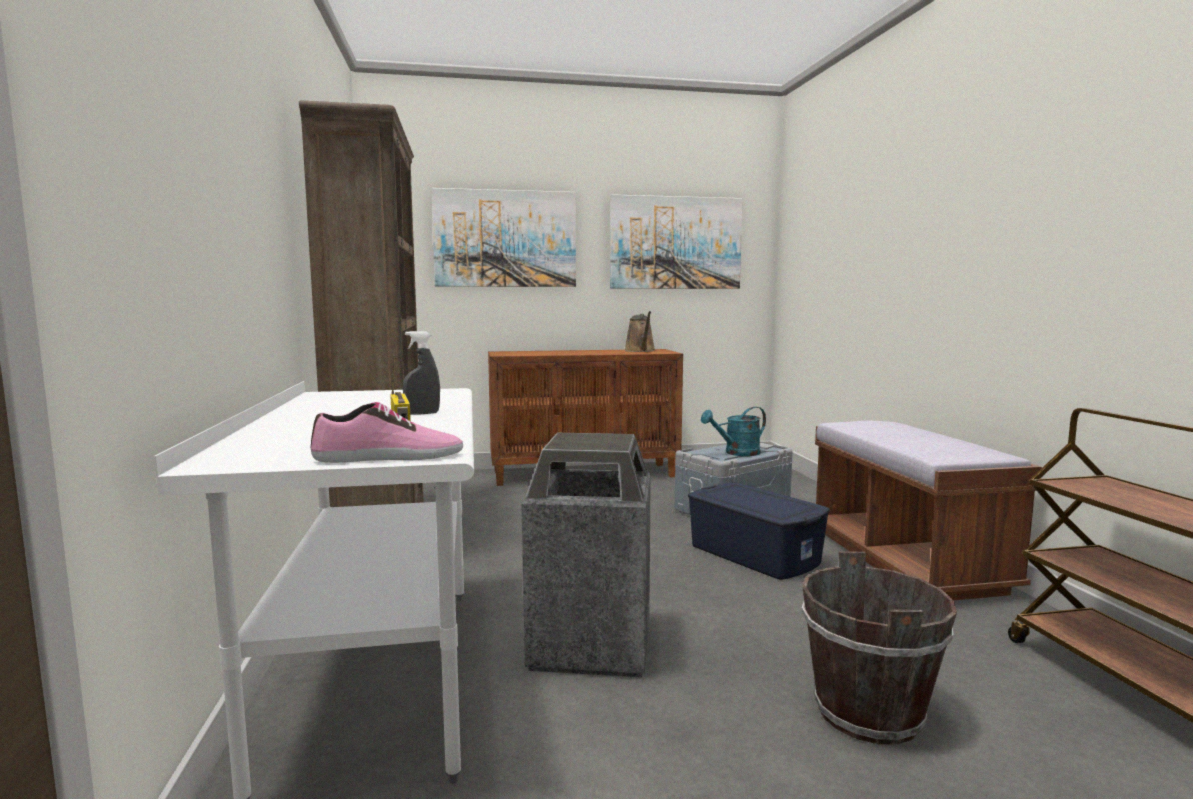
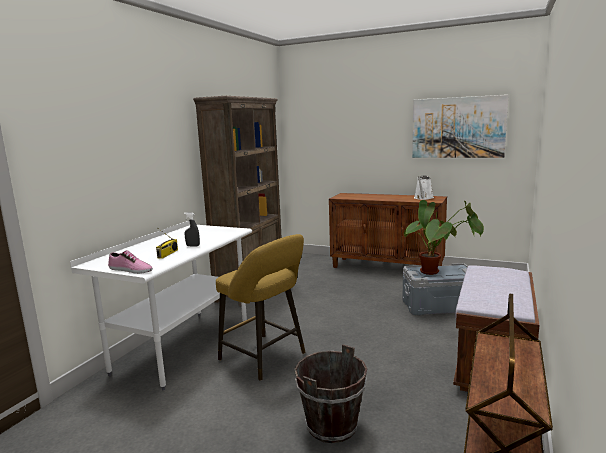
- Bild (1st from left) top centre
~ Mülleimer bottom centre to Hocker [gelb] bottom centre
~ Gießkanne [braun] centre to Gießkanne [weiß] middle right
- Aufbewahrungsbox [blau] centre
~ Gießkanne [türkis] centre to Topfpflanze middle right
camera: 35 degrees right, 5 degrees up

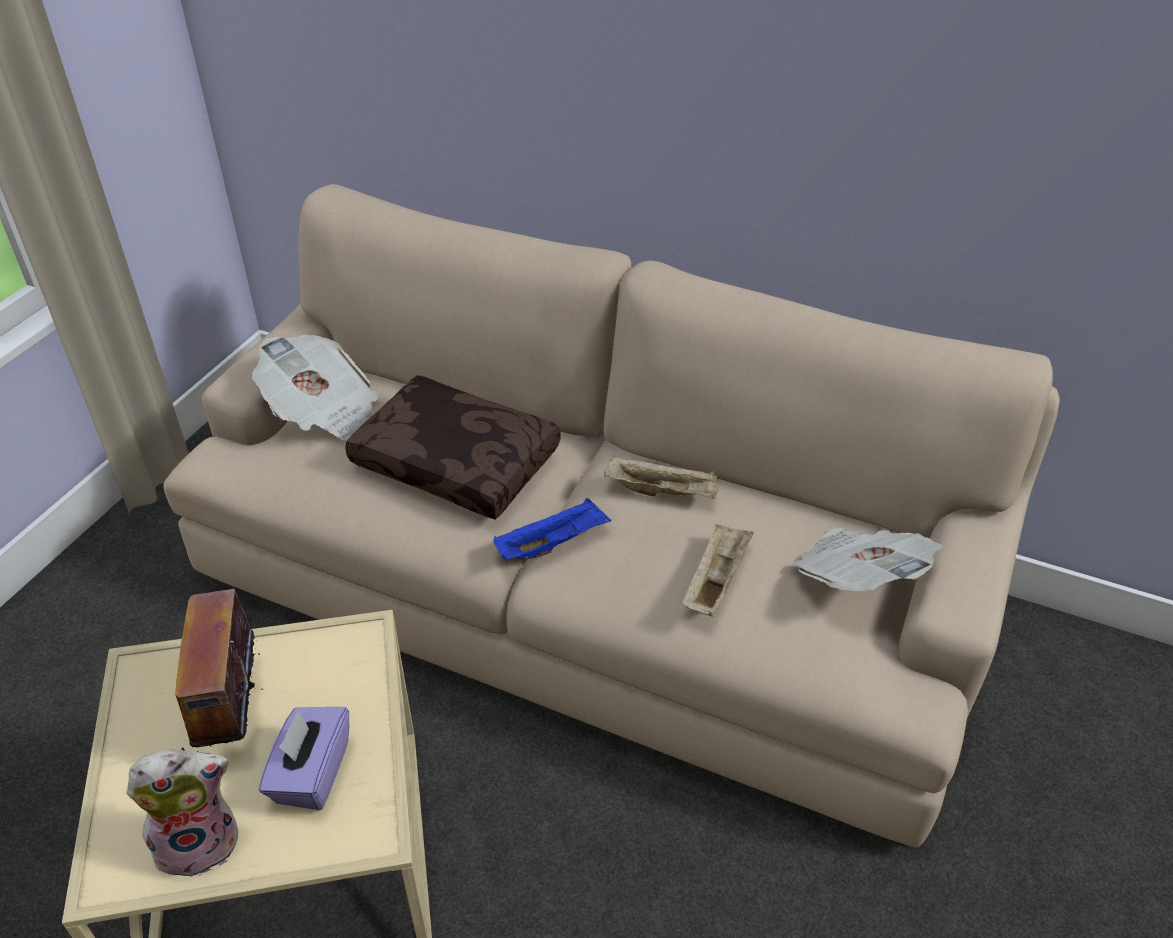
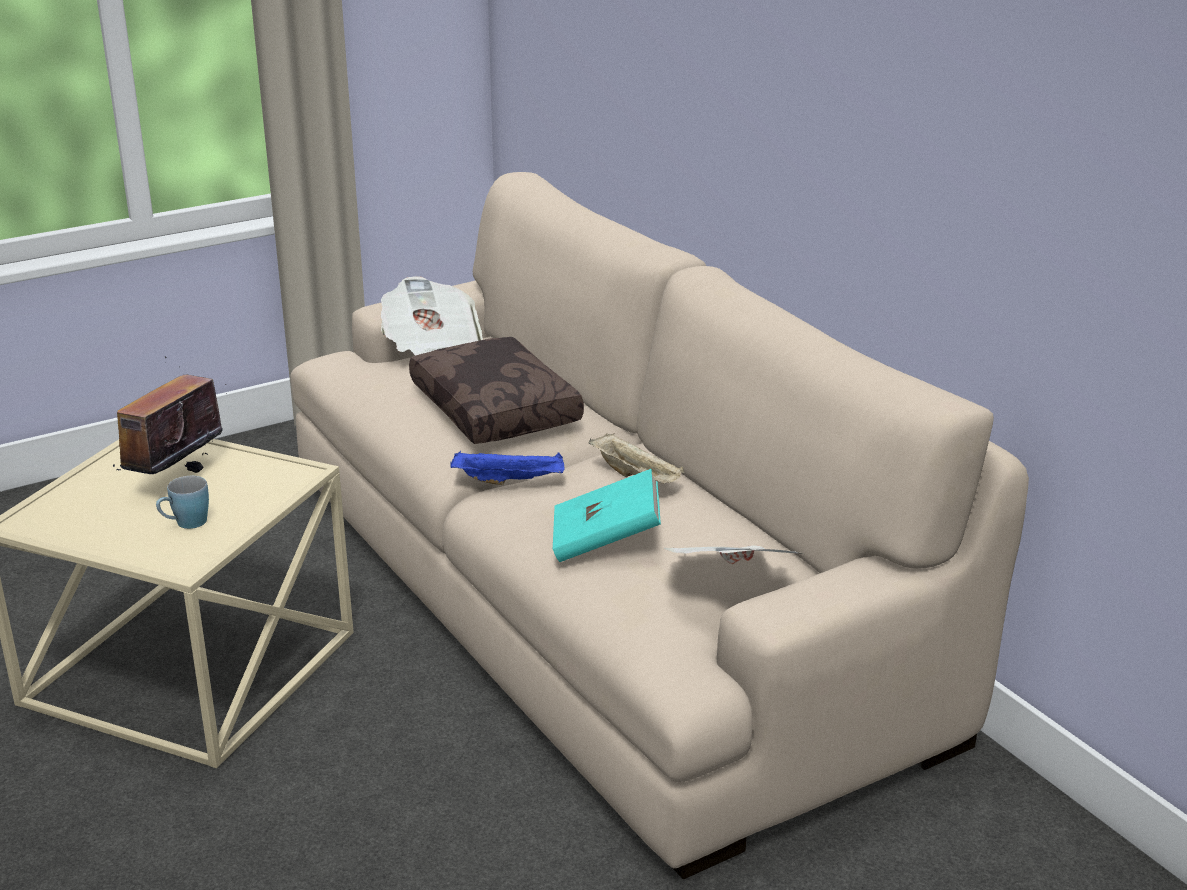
- Plüschtier bottom left
~ Taschentuchbox [lila] bottom left to Henkelbecher [blau] middle left
~ Tablett [beige] (2nd from left) centre to Buch [türkis] centre
camera: 35 degrees right, 15 degrees down

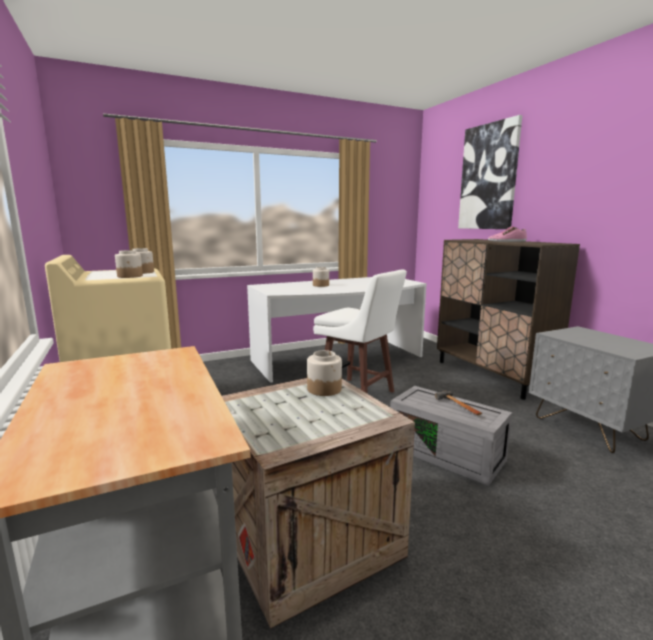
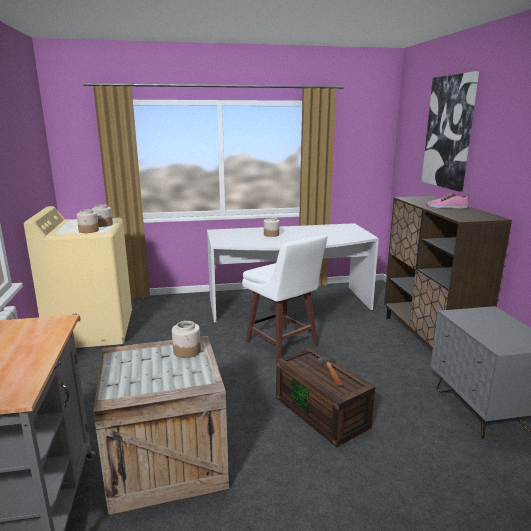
~ Aufbewahrungsbox [grau] bottom right to Aufbewahrungsbox [braun] bottom centre
camera: 15 degrees right, 5 degrees up

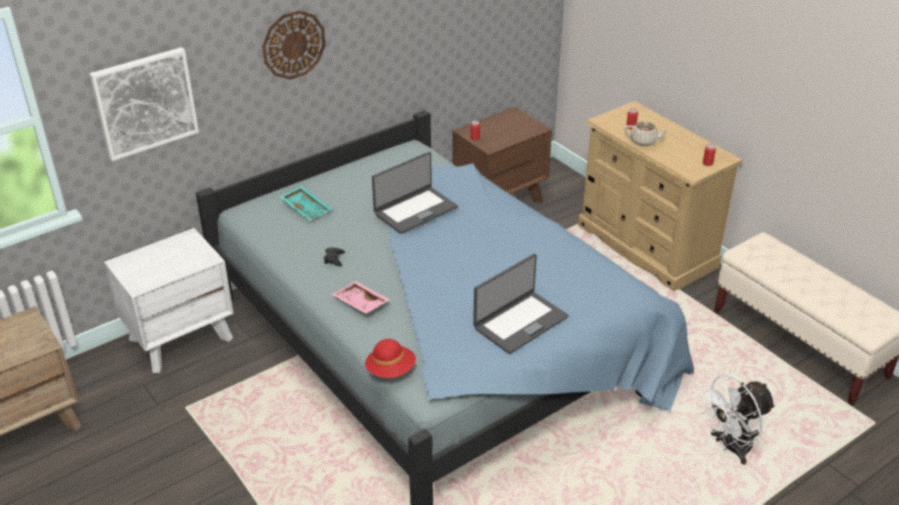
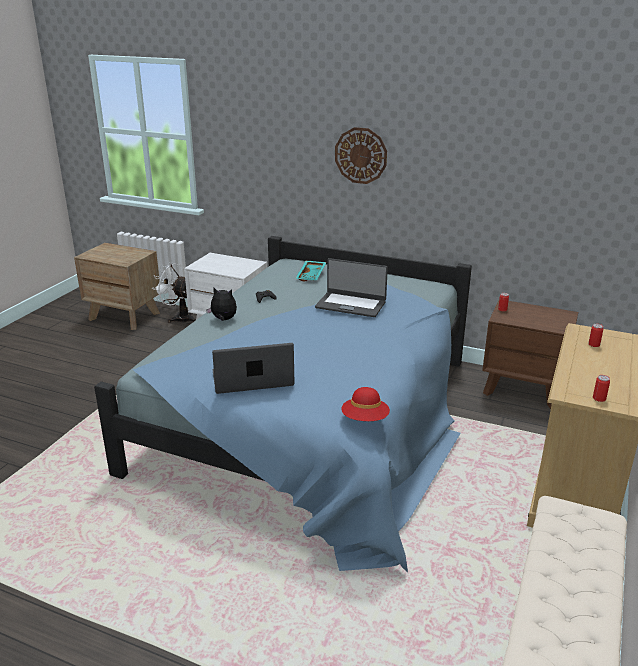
- Bild top left
~ Tablett [rosa] centre to Plüschtier centre
~ Hut [rot] bottom centre to centre
~ Laptop (2nd from left in the first image) centre = centre 150 degrees clockwise
- Teekanne [beige] top right
~ Ventilator [weiß] bottom right to middle left
camera: 60 degrees right, 10 degrees down

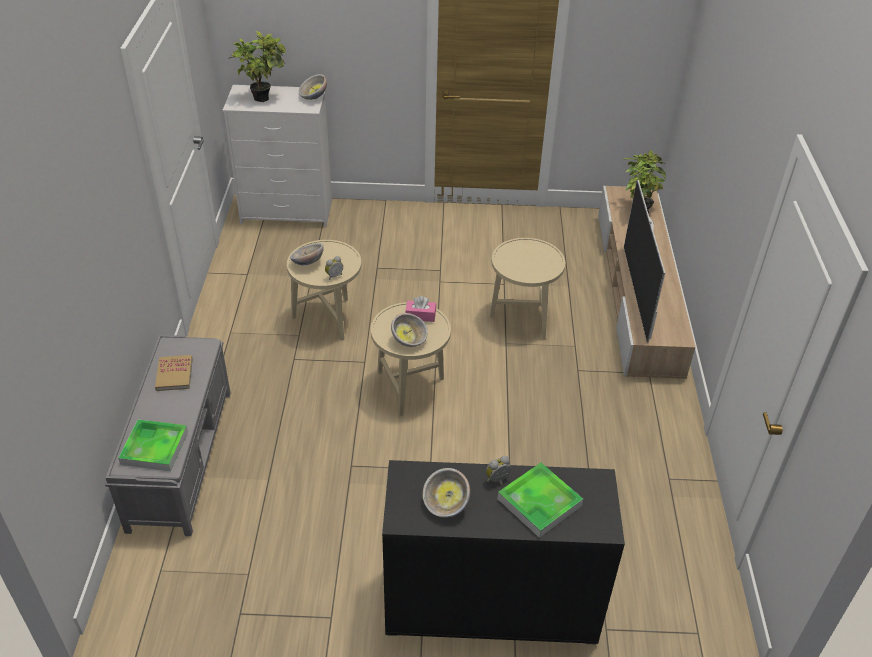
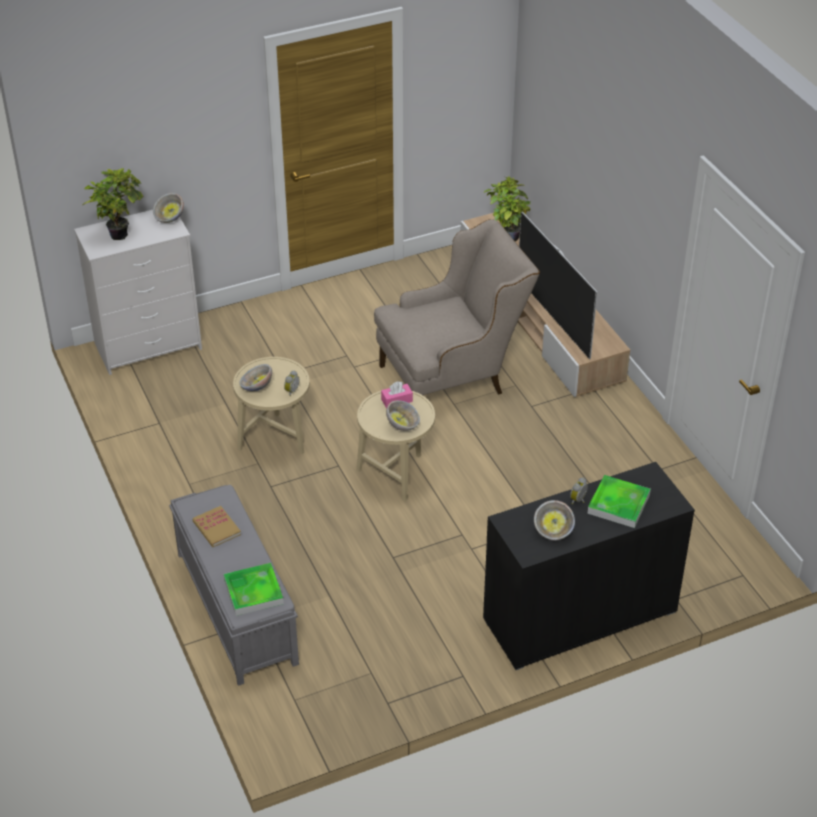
~ Beistelltisch [beige] (3rd from left) centre to Sessel [beige] centre
camera: 25 degrees left, 0 degrees up

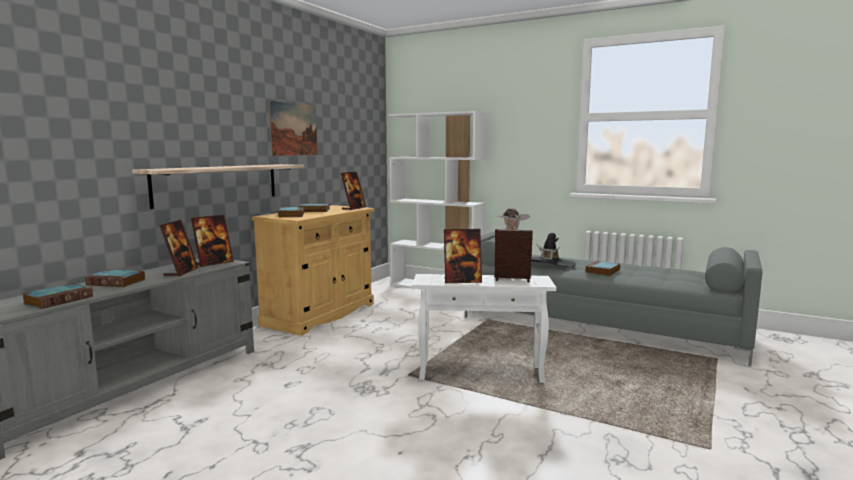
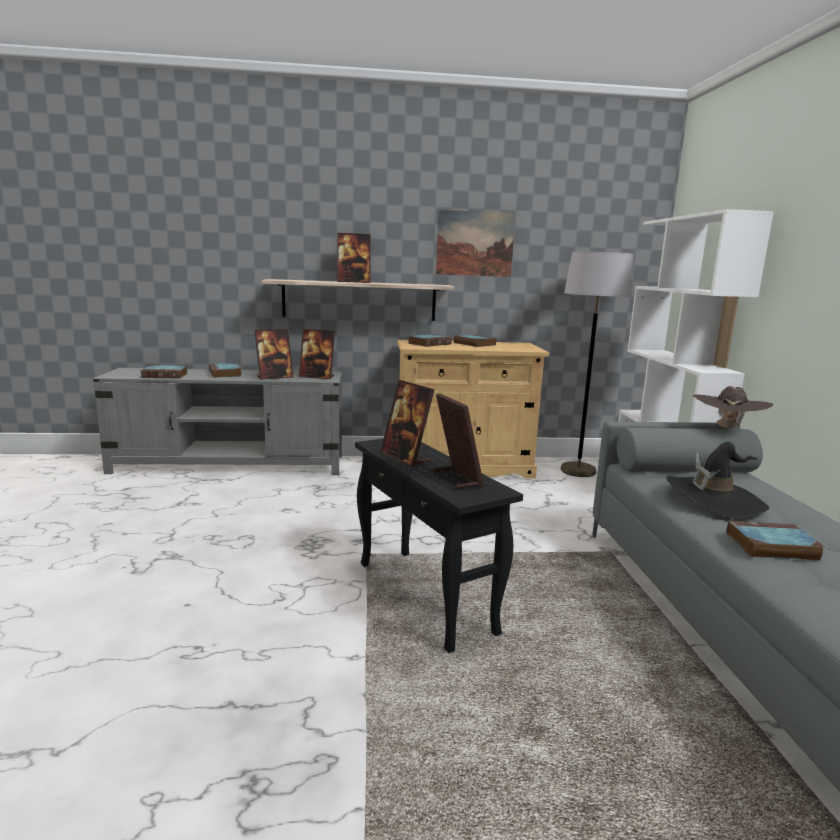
~ Bilderrahmen (3rd from left) centre to top centre
~ Beistelltisch [weiß] bottom centre to Beistelltisch [schwarz] centre
+ Stehlampe [grau] middle right
camera: 55 degrees right, 5 degrees up

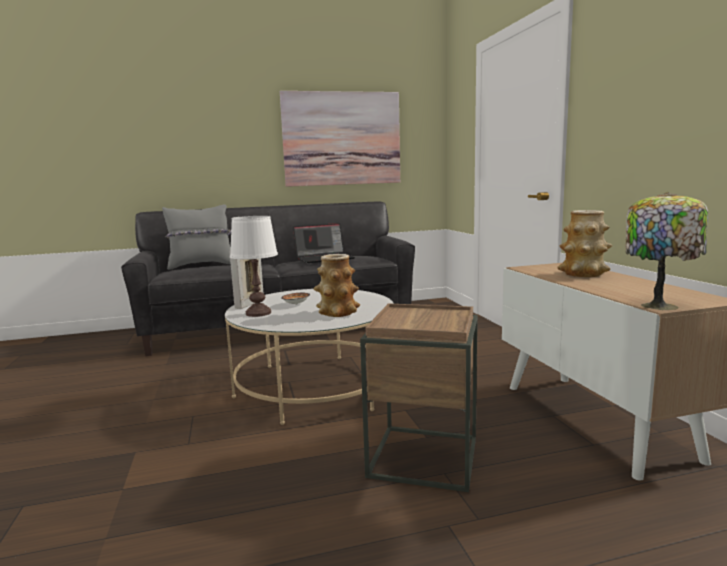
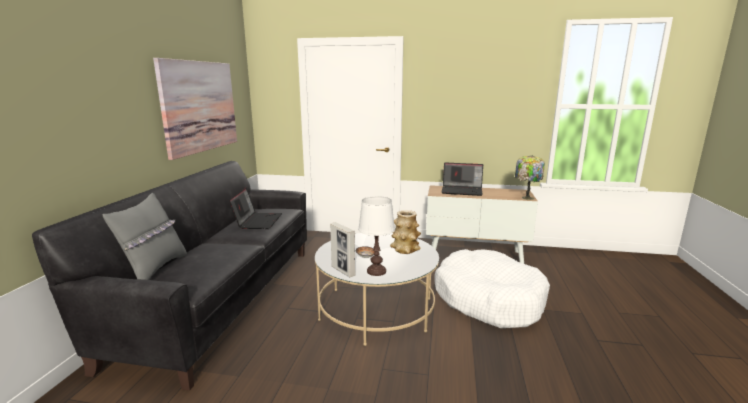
~ Beistelltisch [braun] bottom centre to Hundebett [weiß] bottom centre
~ Vase (2nd from left) middle right to Laptop (2nd from left) centre
camera: 65 degrees left, 5 degrees up

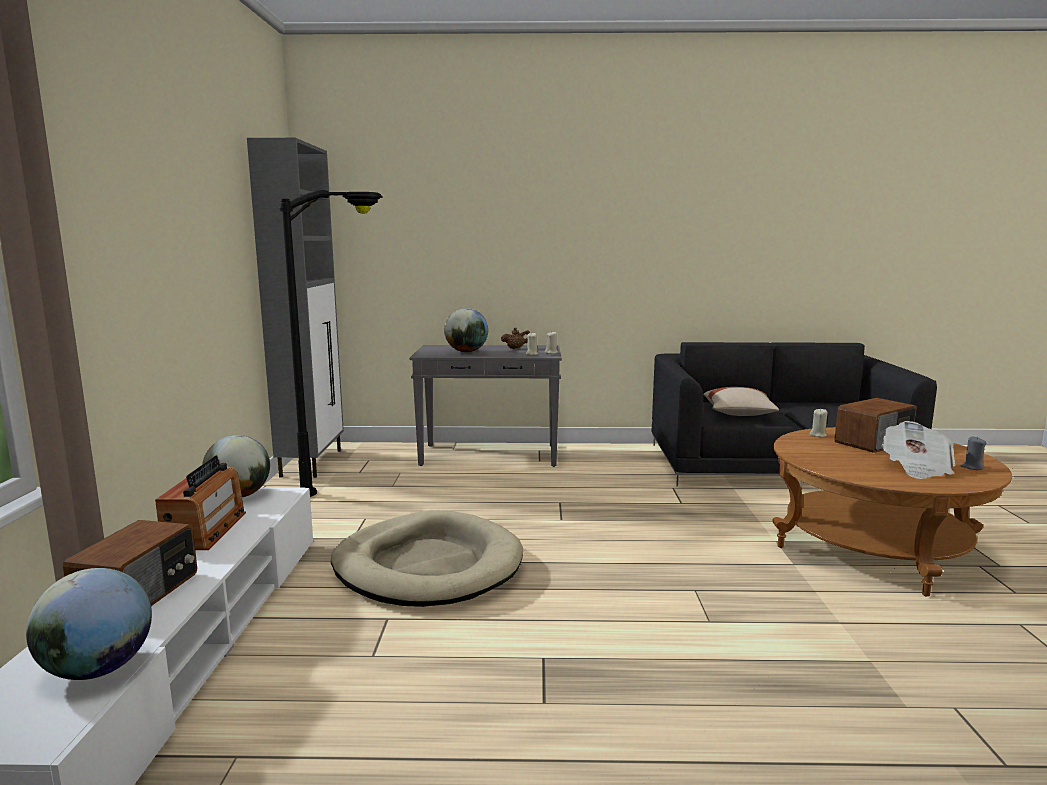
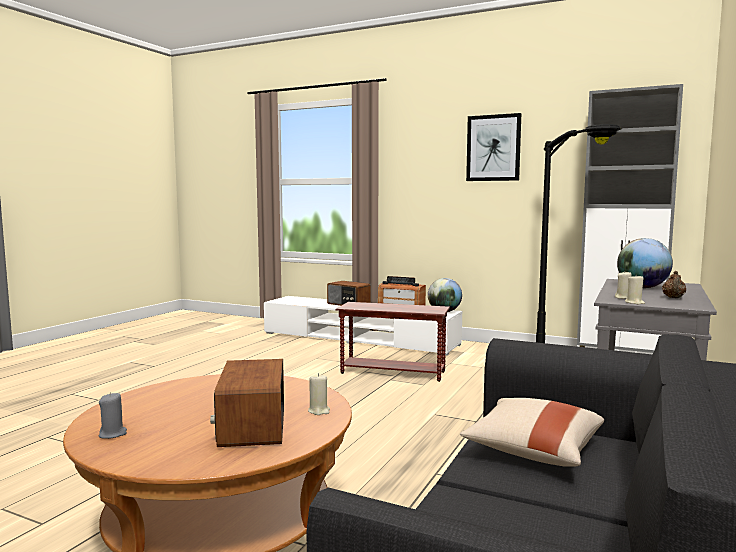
- Globus (1st from left) bottom left
~ Hundebett [beige] bottom centre to Beistelltisch [braun] centre
- Zeitung middle right
+ Bild top right
camera: 115 degrees right, 5 degrees down

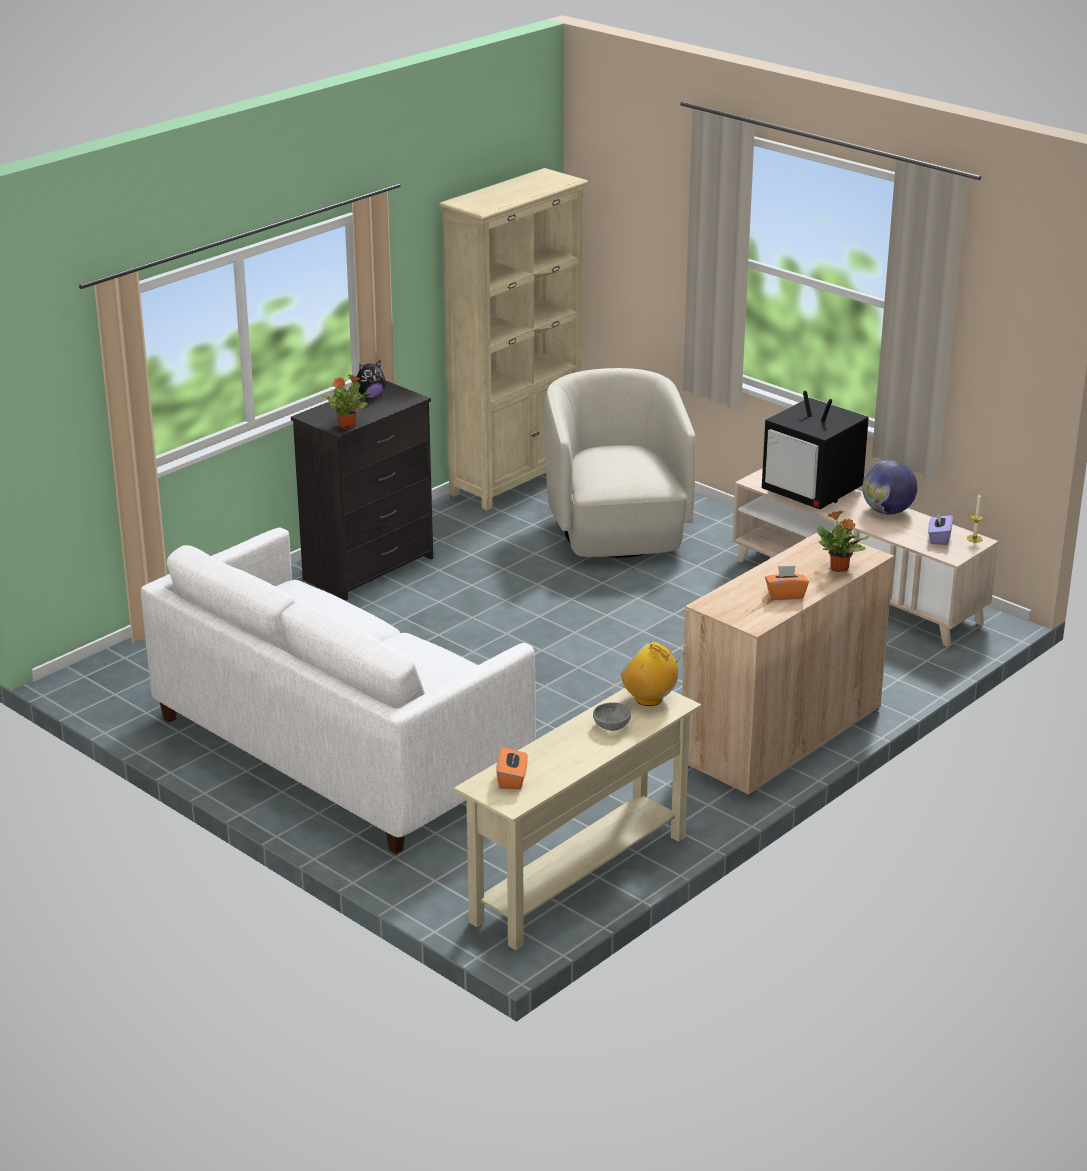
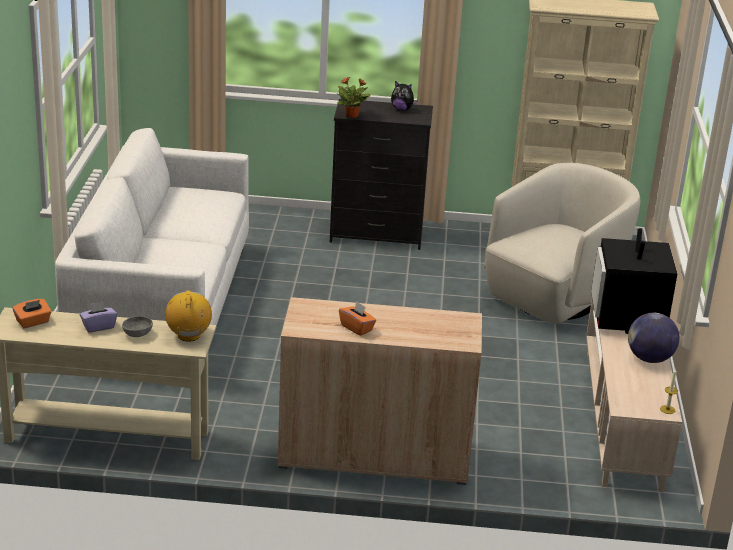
- Topfpflanze (2nd from left) middle right
~ Taschentuchbox [lila] middle right to middle left
camera: 50 degrees right, 0 degrees up

